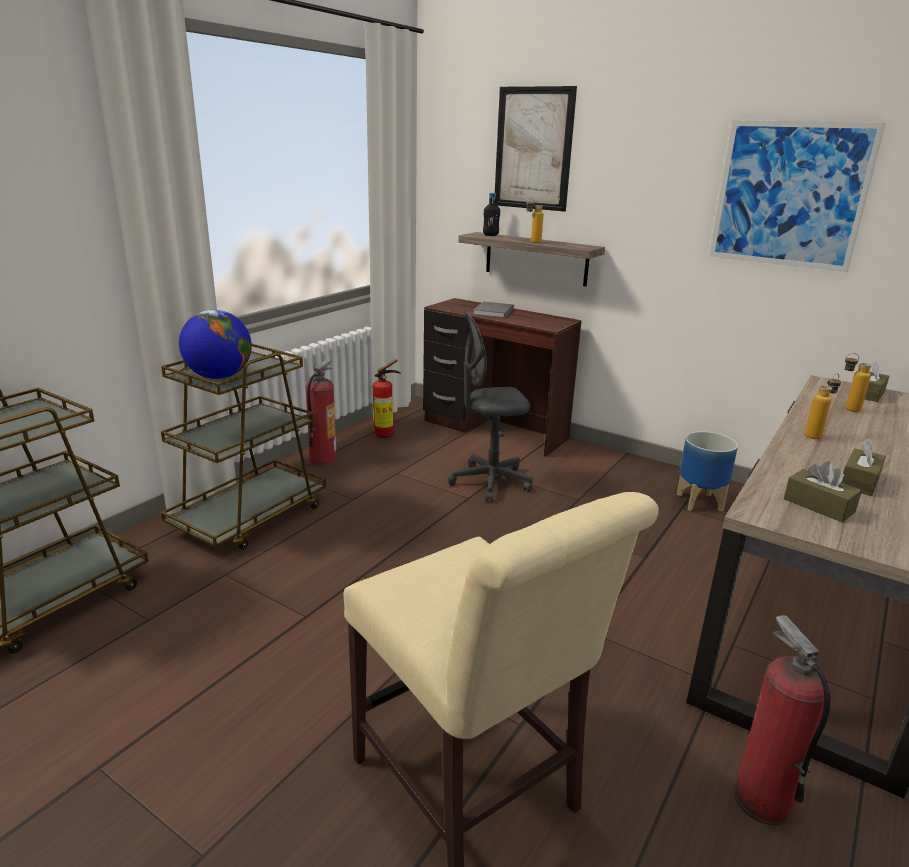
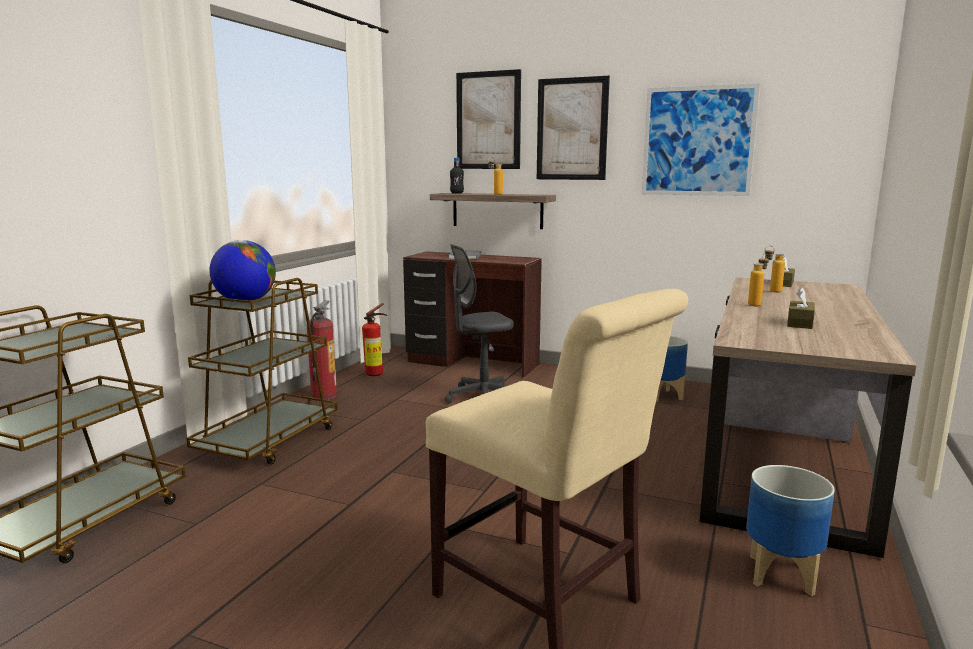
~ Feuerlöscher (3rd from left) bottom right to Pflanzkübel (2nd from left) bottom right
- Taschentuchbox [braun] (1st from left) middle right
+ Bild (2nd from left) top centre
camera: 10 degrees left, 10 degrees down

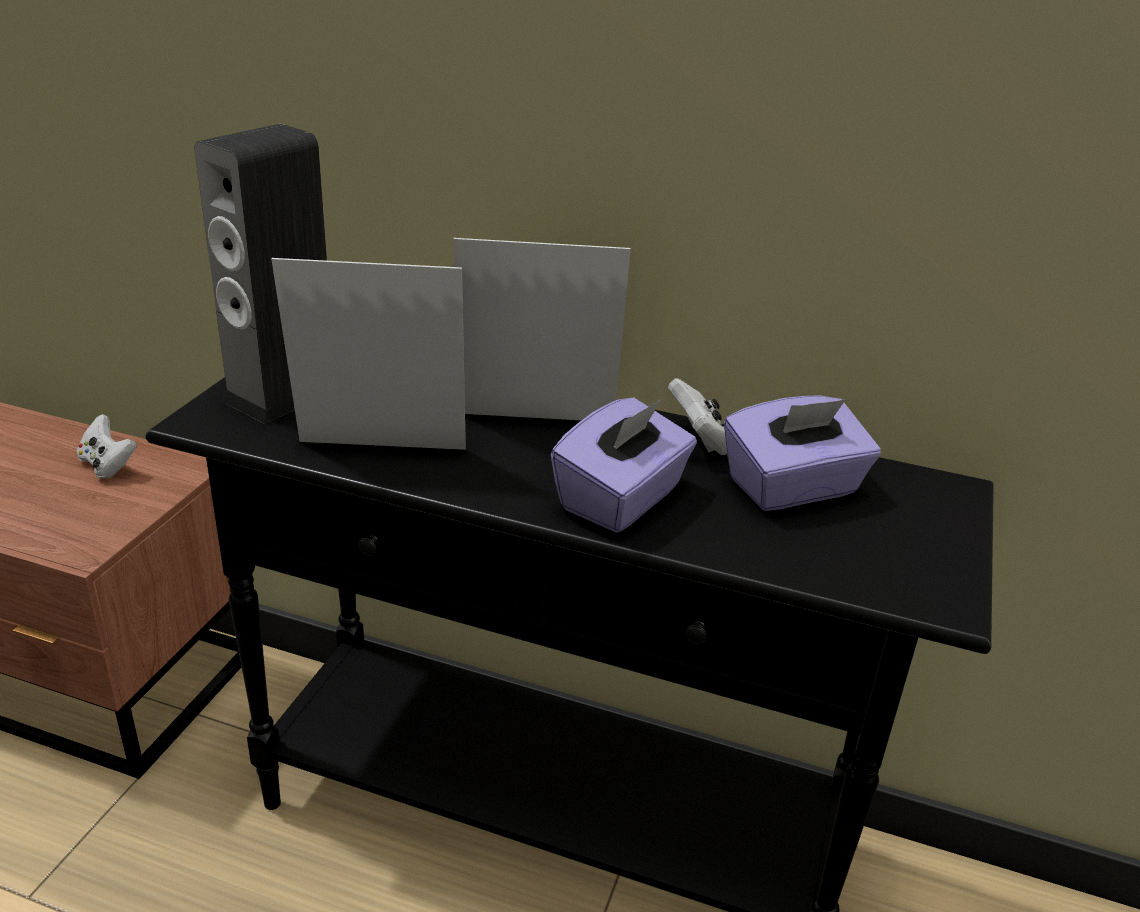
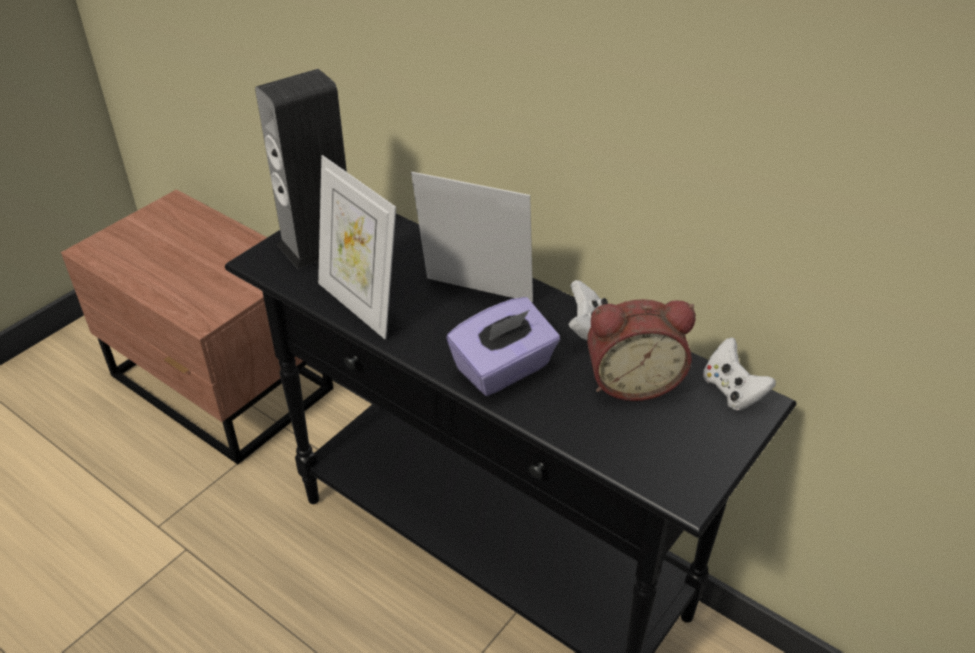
~ Gamepad [weiß] (1st from left in the first image) middle left to Gamepad [weiß] (2nd from left) middle right
~ Bilderrahmen (1st from left) middle left = centre 150 degrees counterclockwise
~ Taschentuchbox [lila] (2nd from left) middle right to Wecker centre
camera: 20 degrees right, 10 degrees up

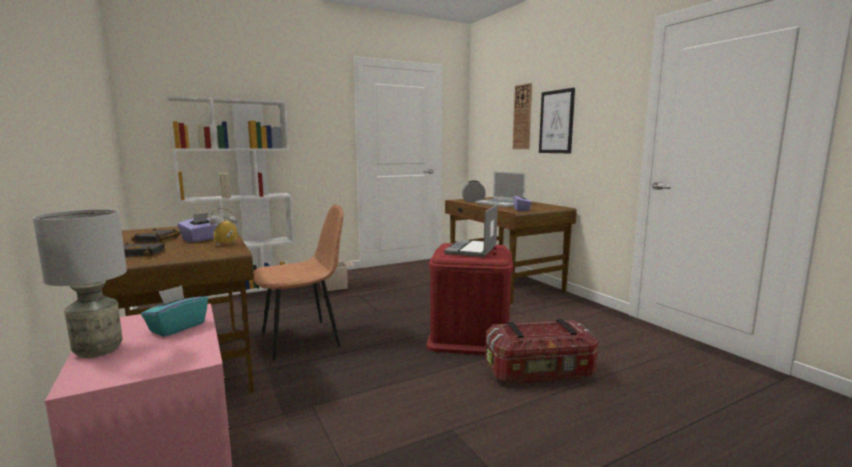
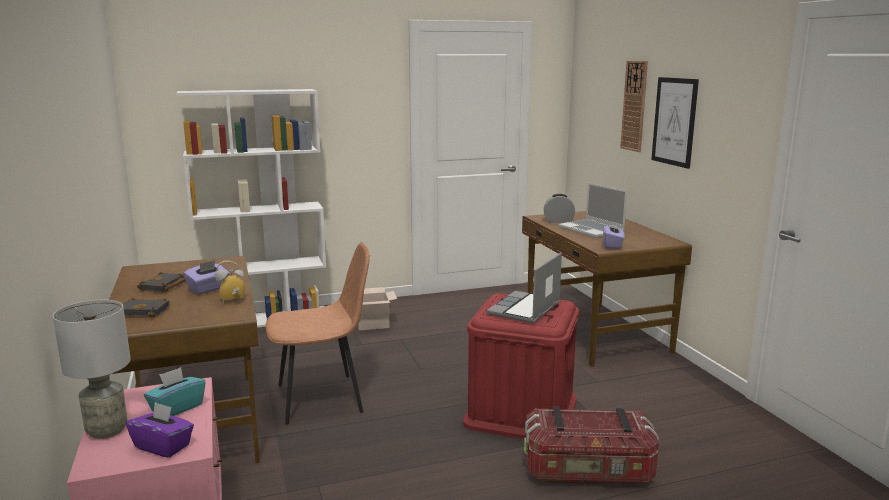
+ Taschentuchbox [lila] (1st from left) bottom left
camera: 10 degrees right, 5 degrees up

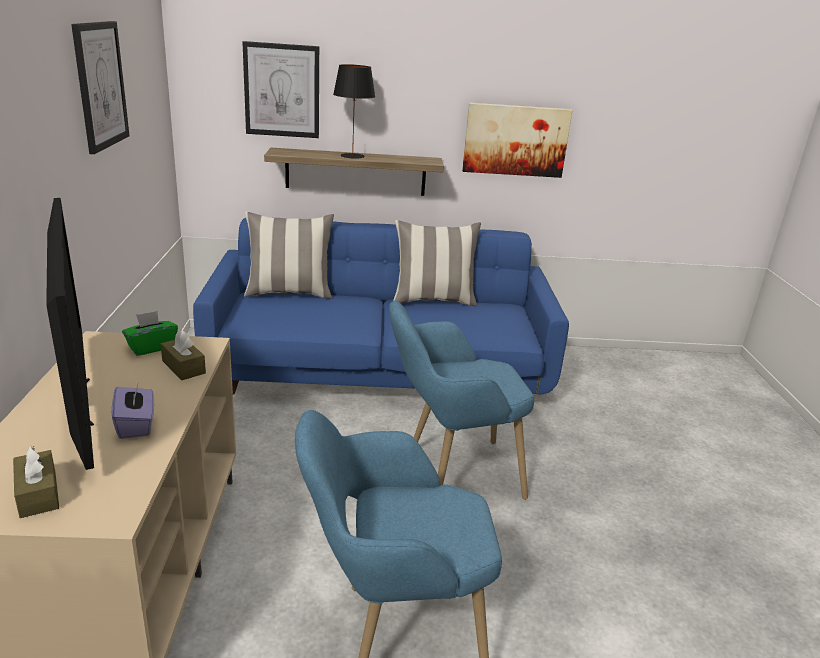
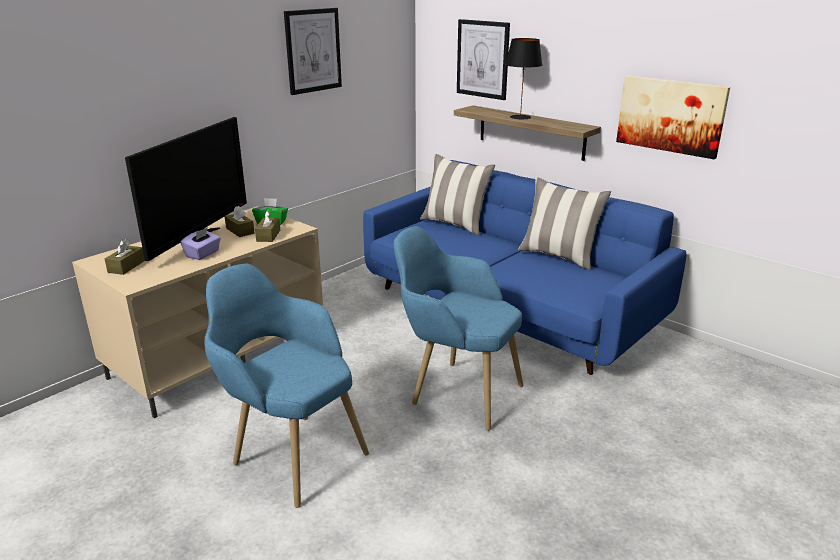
+ Taschentuchbox [braun] (2nd from left) middle left
camera: 45 degrees right, 0 degrees up

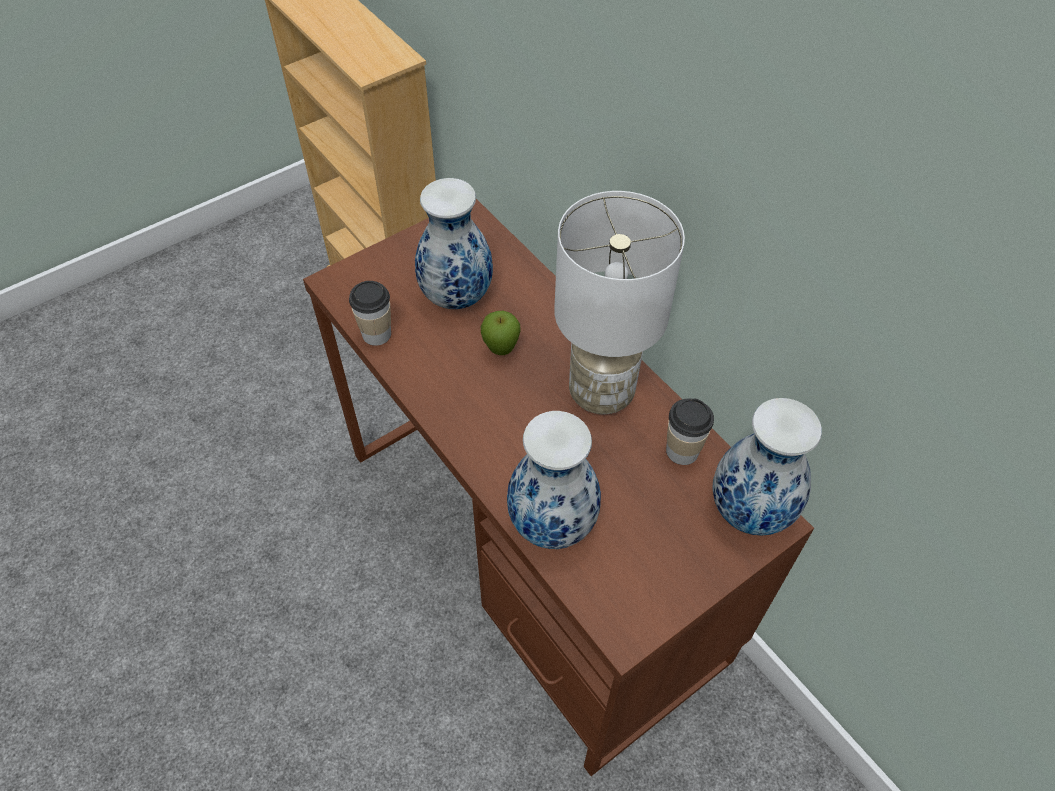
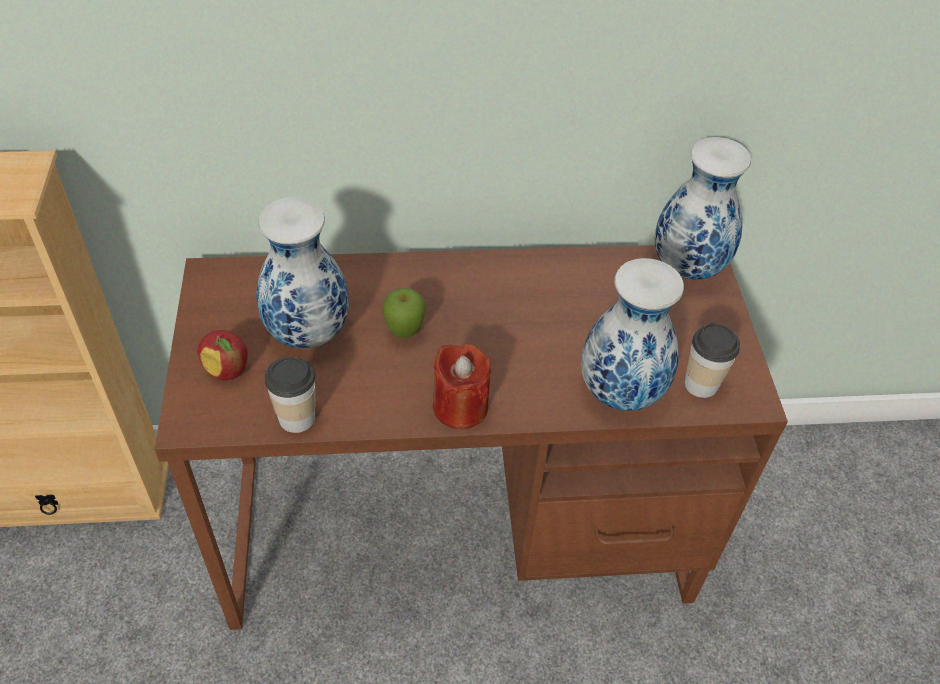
- Tischlampe [weiß] centre
~ Tasse (2nd from left) centre to middle right
+ Apfel (1st from left) middle left
+ Kerze [rot] centre
camera: 60 degrees left, 5 degrees down

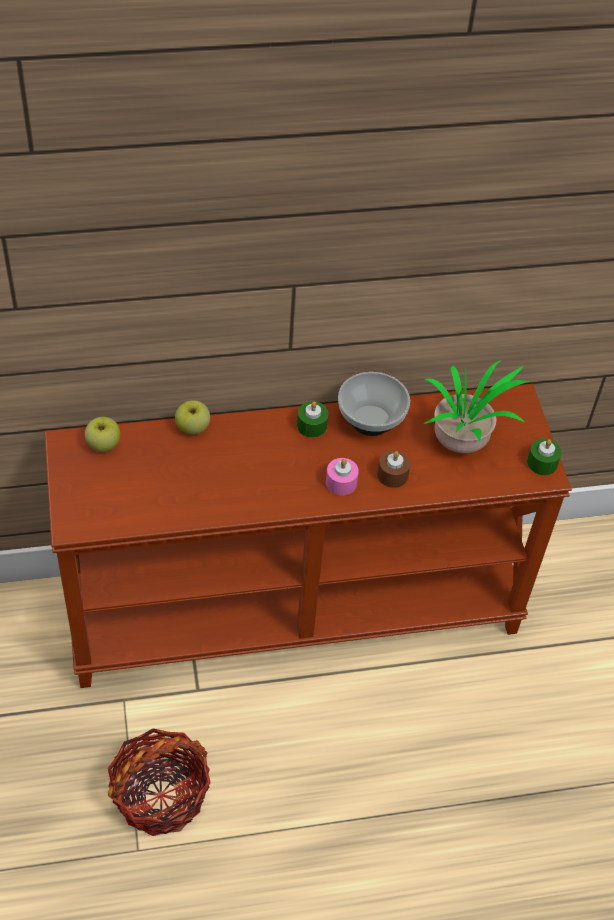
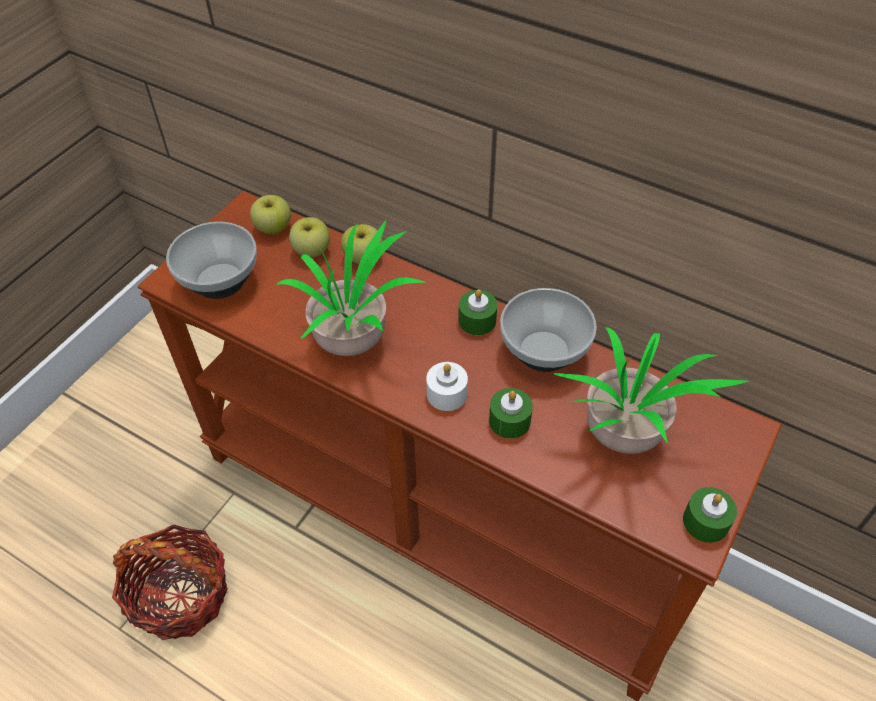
~ Kerze [rosa] centre to Kerze [weiß] centre
~ Kerze [braun] centre to Kerze [grün] (2nd from left) centre
+ Schüssel (1st from left) middle left
+ Topfpflanze (1st from left) centre
+ Apfel (2nd from left) centre
camera: 45 degrees right, 0 degrees up

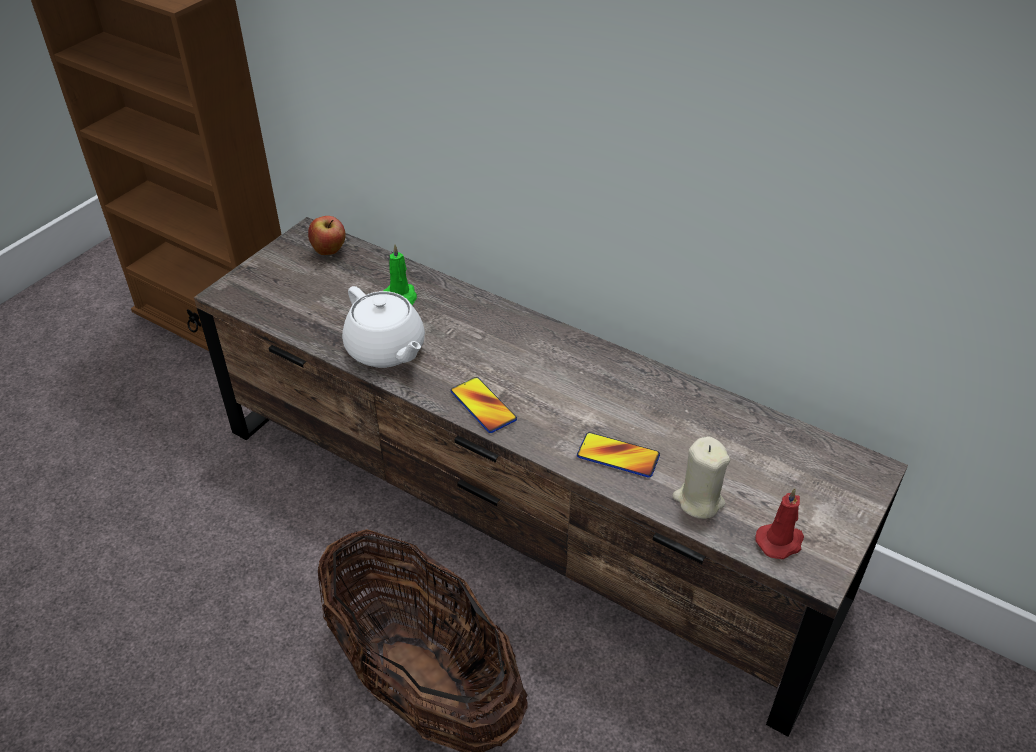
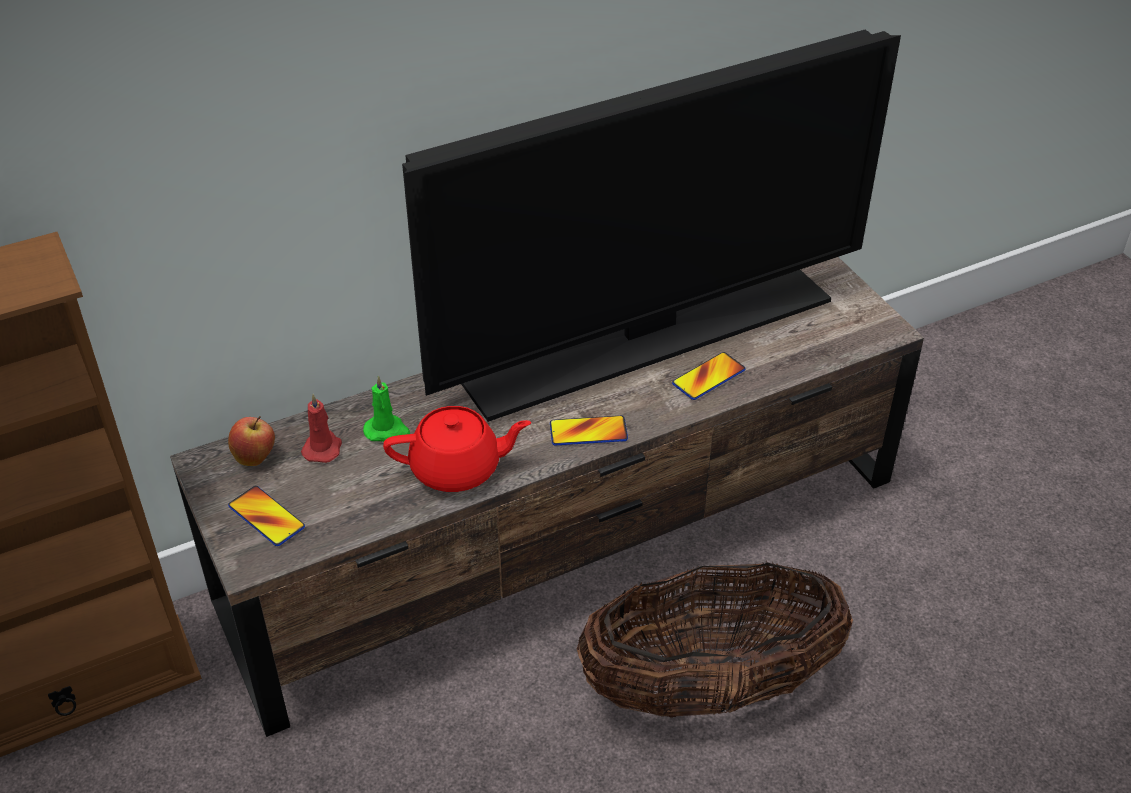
~ Teekanne [weiß] centre to Teekanne [rot] centre
- Kerze [beige] middle right
~ Kerze [rot] bottom right to middle left
+ Handy (1st from left) middle left
+ Fernseher top centre
camera: 60 degrees left, 0 degrees up

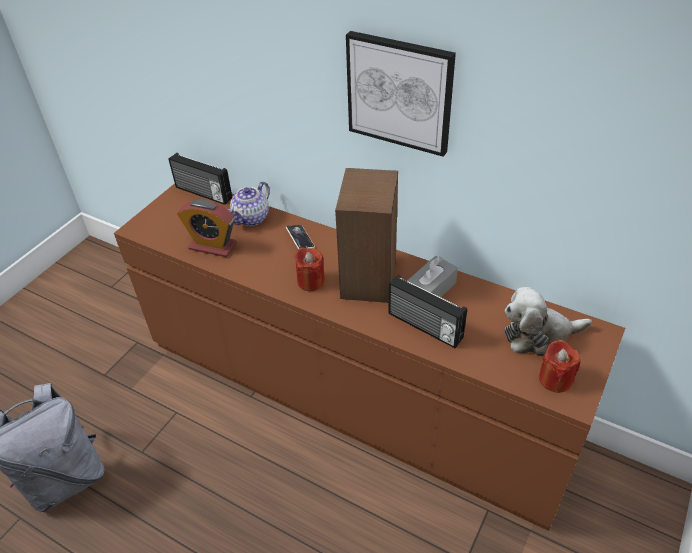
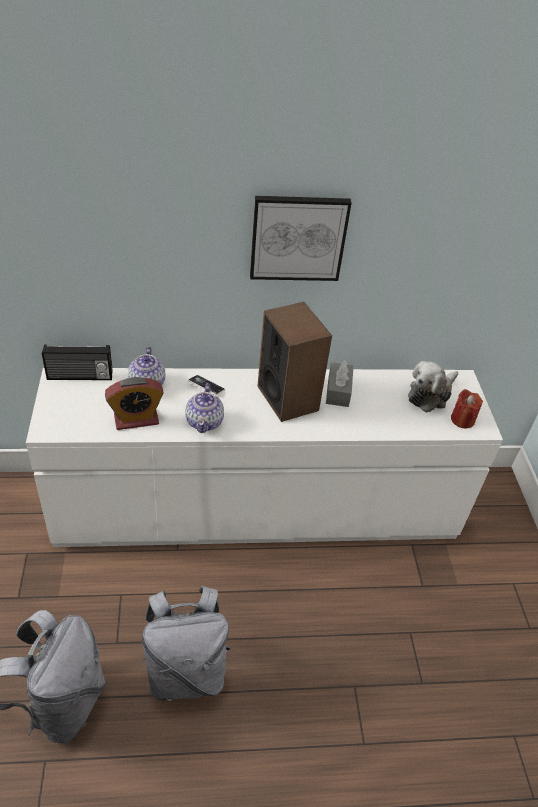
~ Kommode [braun] centre to Kommode [weiß] centre
- Kerze [rot] (1st from left) centre
- Radio (2nd from left) centre
+ Rucksack [grau] (2nd from left) bottom centre
+ Teekanne (2nd from left) centre
camera: 40 degrees left, 0 degrees up

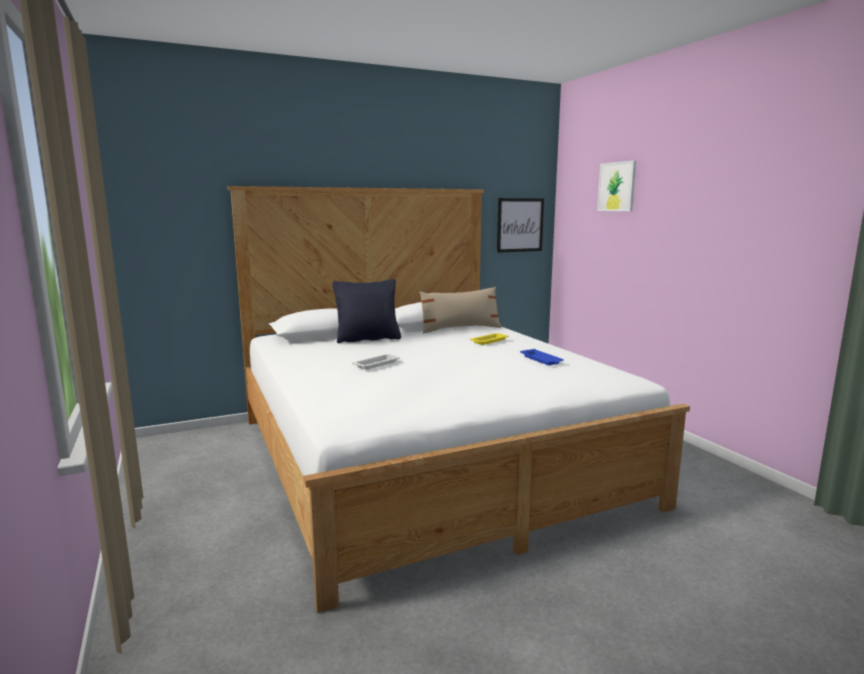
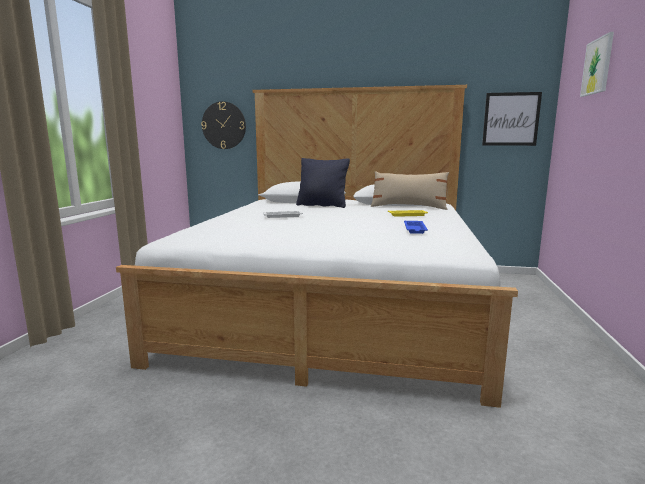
+ Wanduhr top centre
camera: 35 degrees right, 0 degrees up

